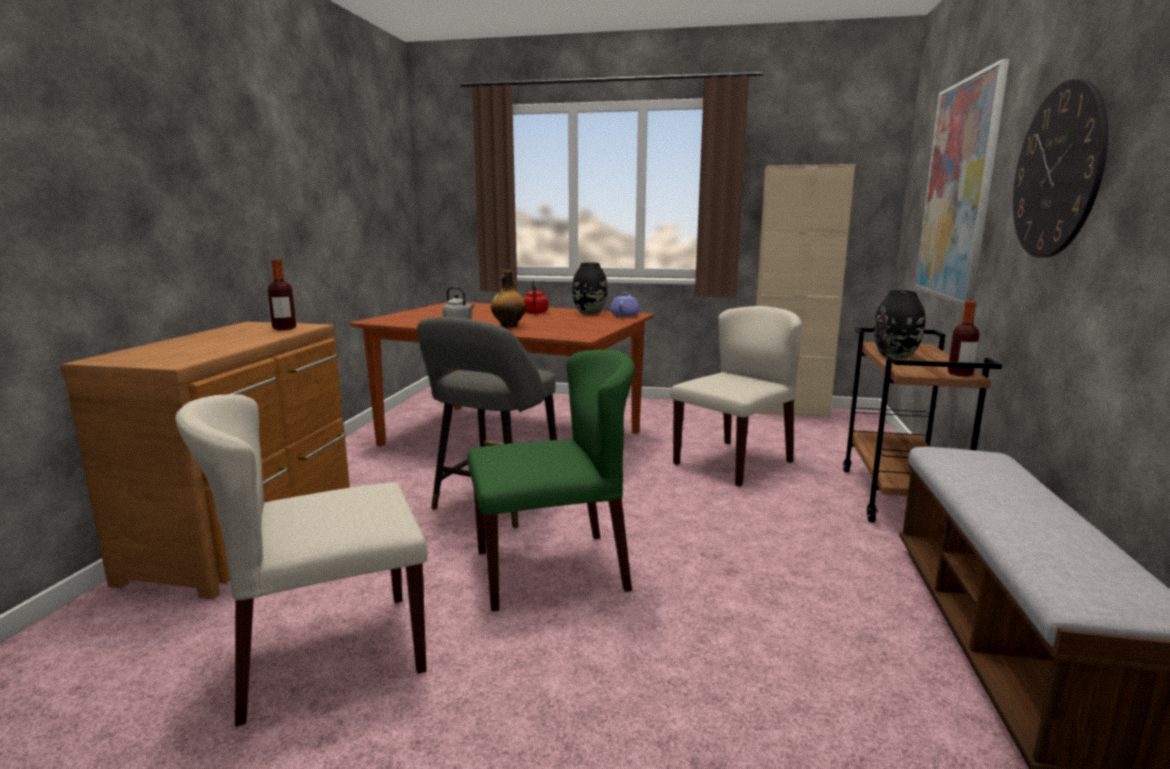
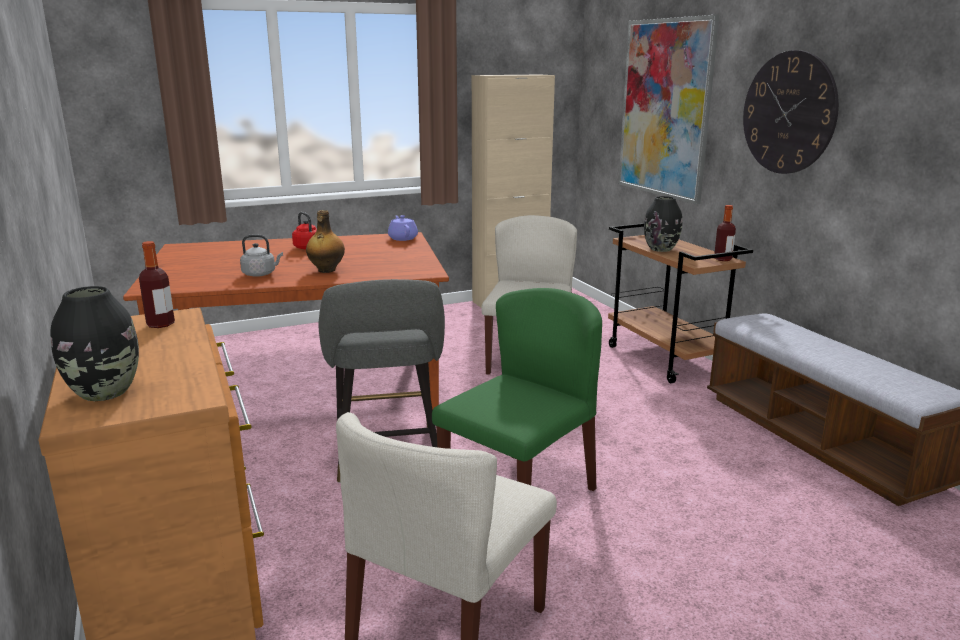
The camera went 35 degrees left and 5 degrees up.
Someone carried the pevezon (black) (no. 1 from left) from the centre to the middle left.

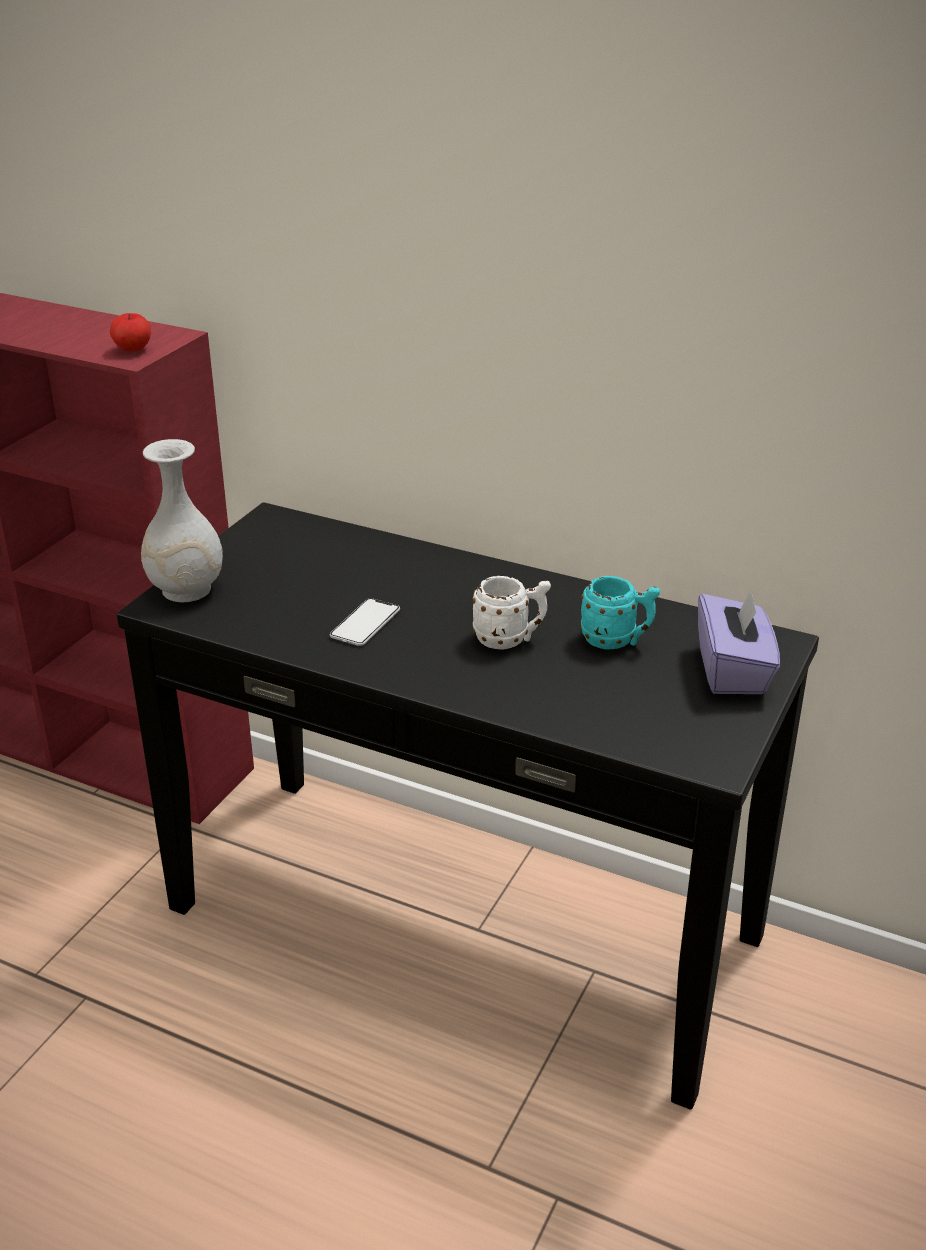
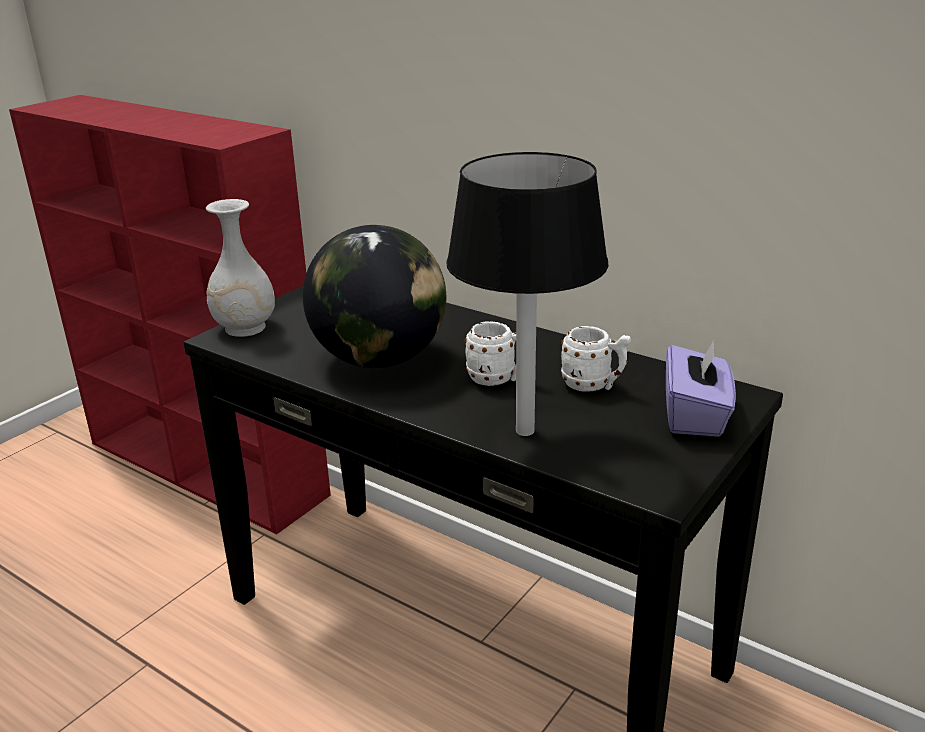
The camera went 10 degrees right and 5 degrees down.
Someone took away the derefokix at the top left.
Someone swapped the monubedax at the centre for the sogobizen at the centre.
Someone repainted the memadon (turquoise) at the middle right, which became the memadon (white) (no. 2 from left) at the centre.
Someone put down the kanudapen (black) at the centre.

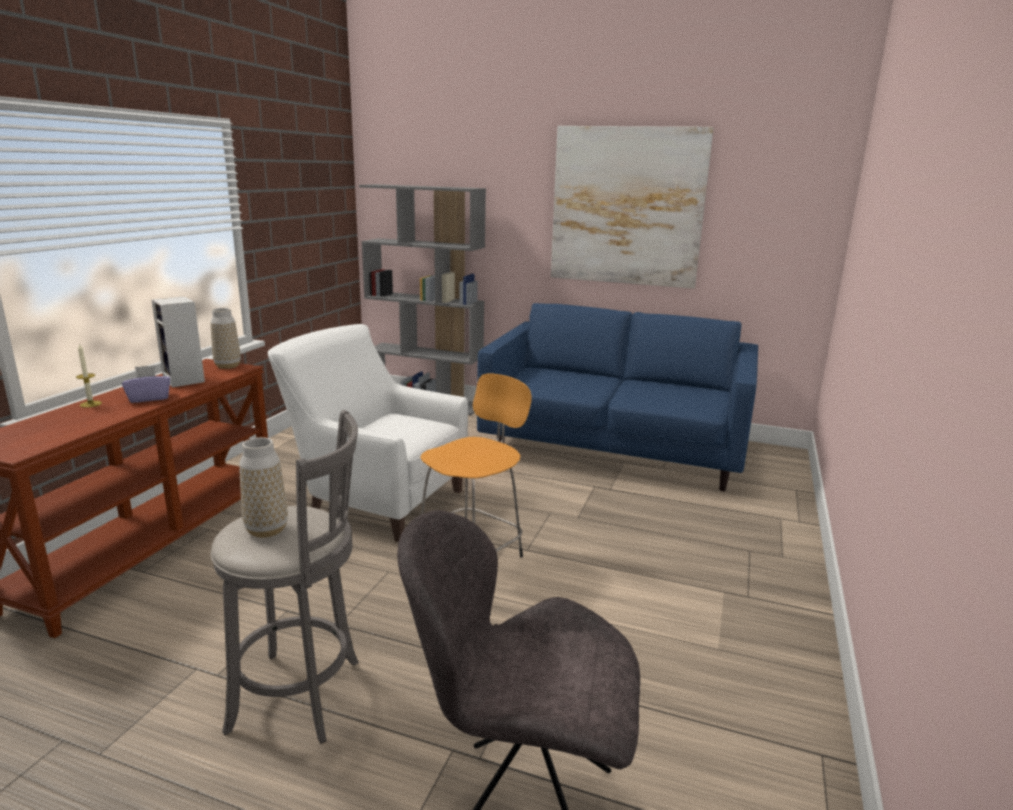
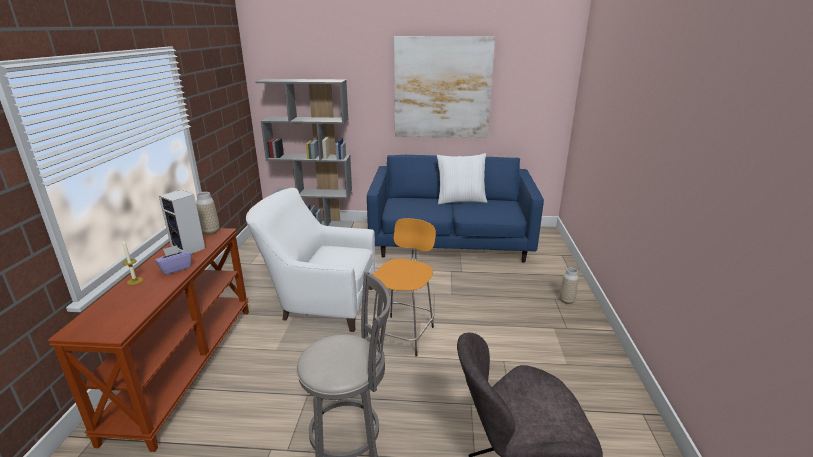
The camera went 15 degrees left and 5 degrees up.
Someone carried the pevezon (no. 2 from left) from the middle left to the middle right.
Someone put down the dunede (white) at the centre.

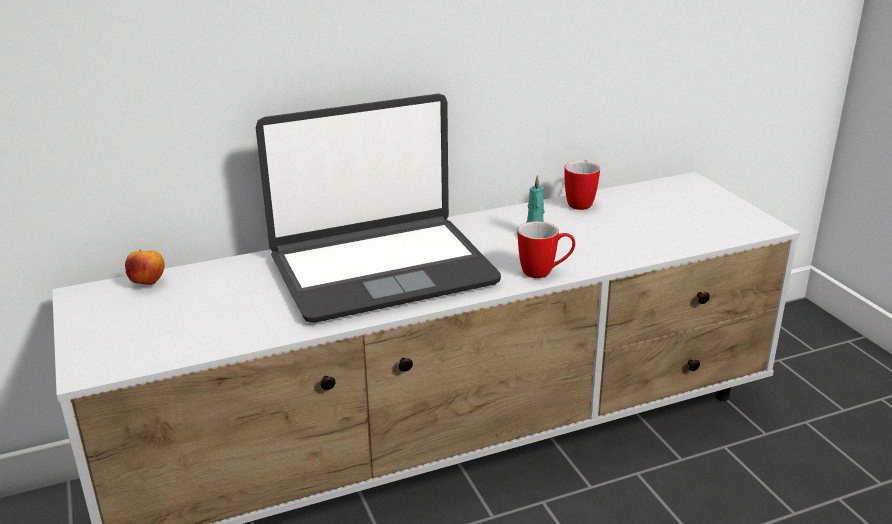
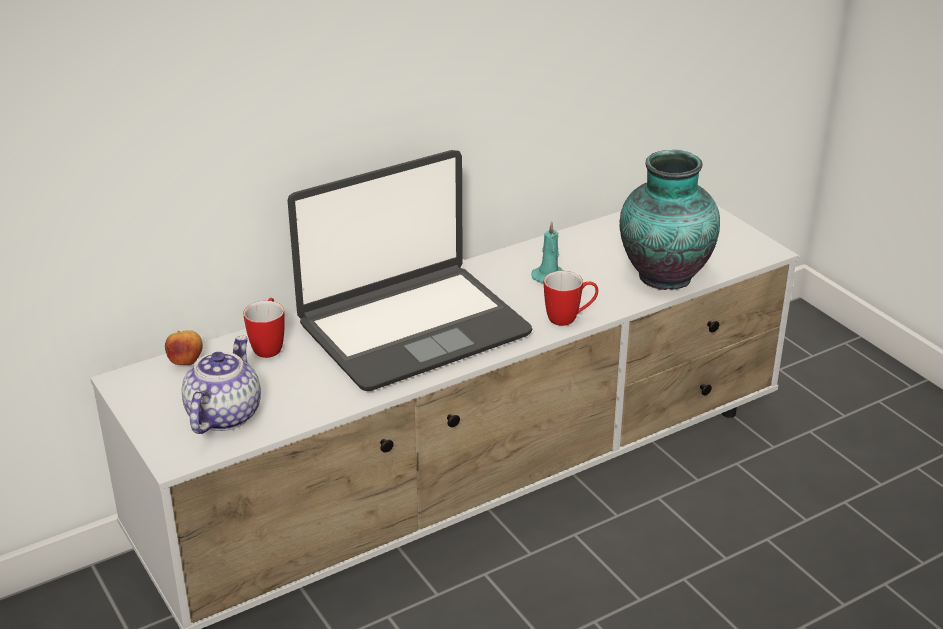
The camera went 10 degrees left and 5 degrees up.
Someone carried the memadon (no. 2 from left in the first image) from the centre to the middle left.
Someone put down the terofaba at the middle left.
Someone put down the pevezon at the middle right.

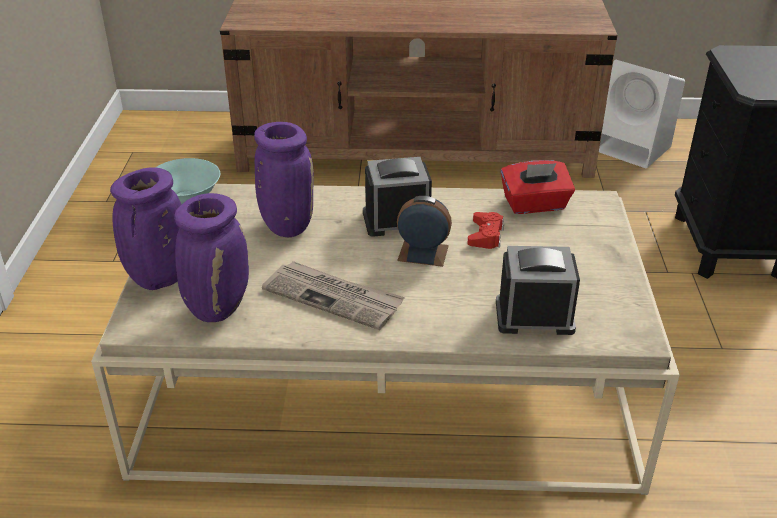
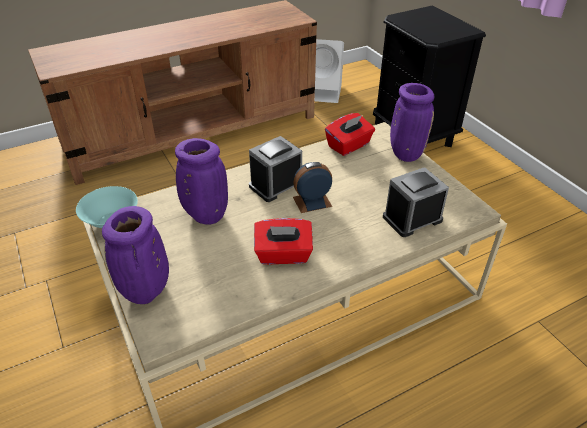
The camera went 30 degrees left and 5 degrees up.
Someone carried the pevezon (purple) (no. 2 from left in the first image) from the middle left to the top right.
Someone swapped the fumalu at the centre for the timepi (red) (no. 1 from left) at the centre.
Someone took away the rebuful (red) at the centre.

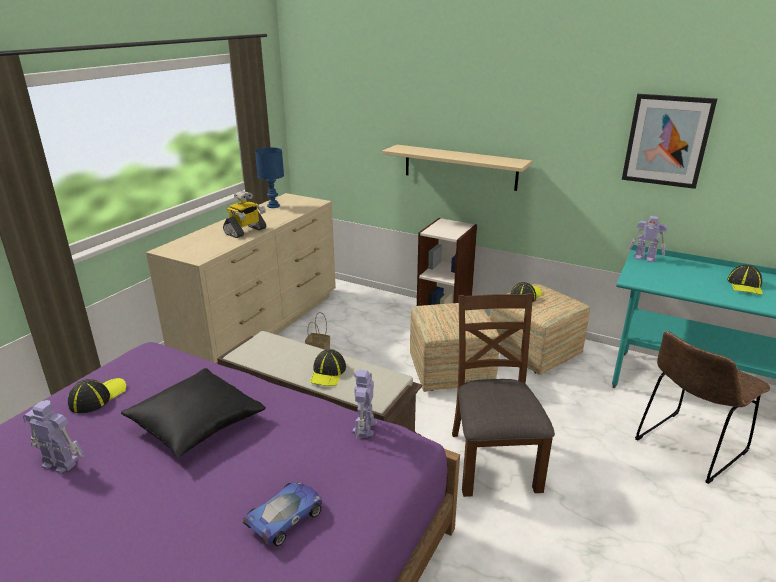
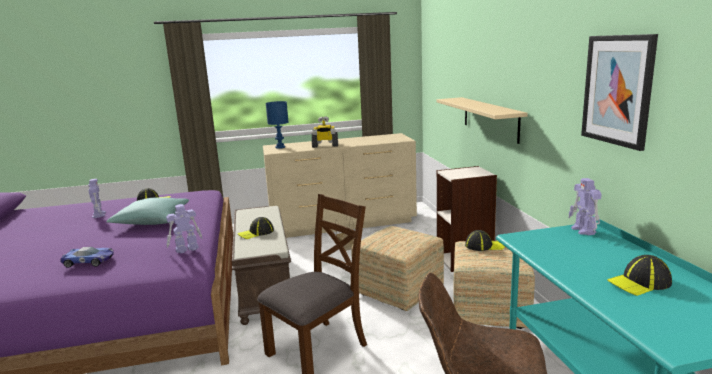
The camera went 50 degrees right and 10 degrees down.
Someone repainted the dunede (black) at the bottom left, which became the dunede (turquoise) at the middle left.
Someone carried the kanudapen (blue) from the top centre to the centre.

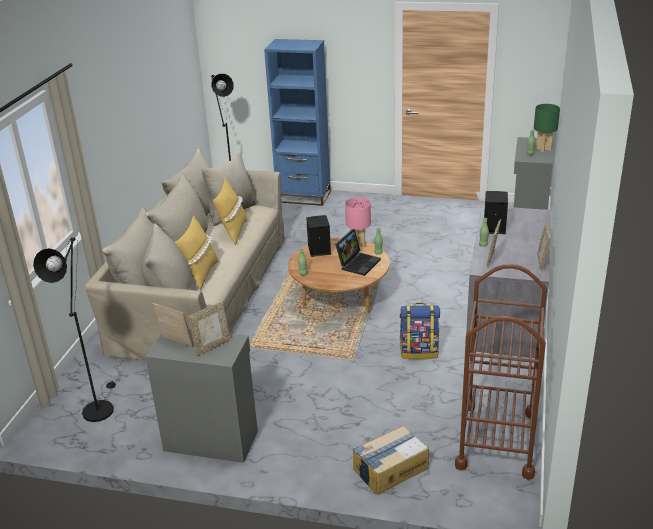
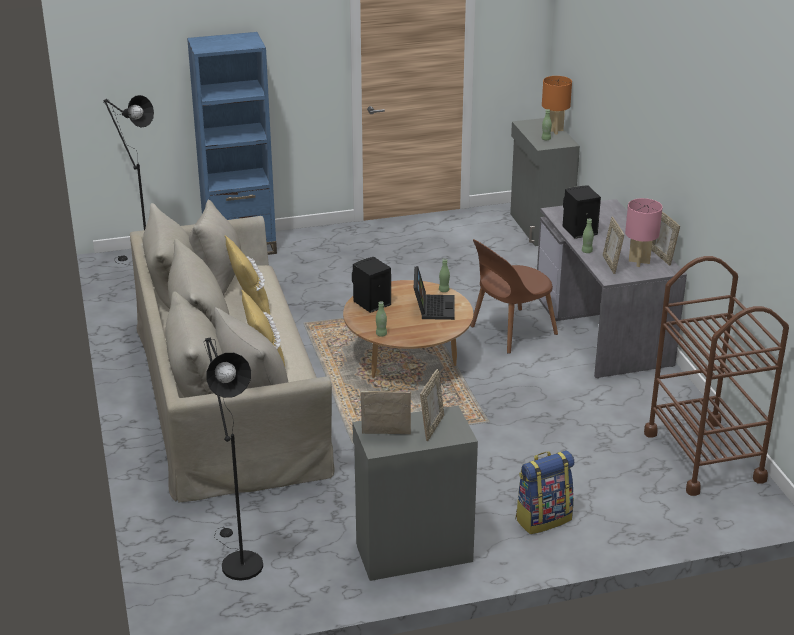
The camera went 30 degrees left and 0 degrees up.
Someone carried the kanudapen (pink) from the centre to the middle right.
Someone took away the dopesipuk at the bottom centre.
Someone carried the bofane from the centre to the bottom right.
Someone repainted the kanudapen (green) at the top right, which became the kanudapen (orange) at the top right.
Someone put down the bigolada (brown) at the centre.

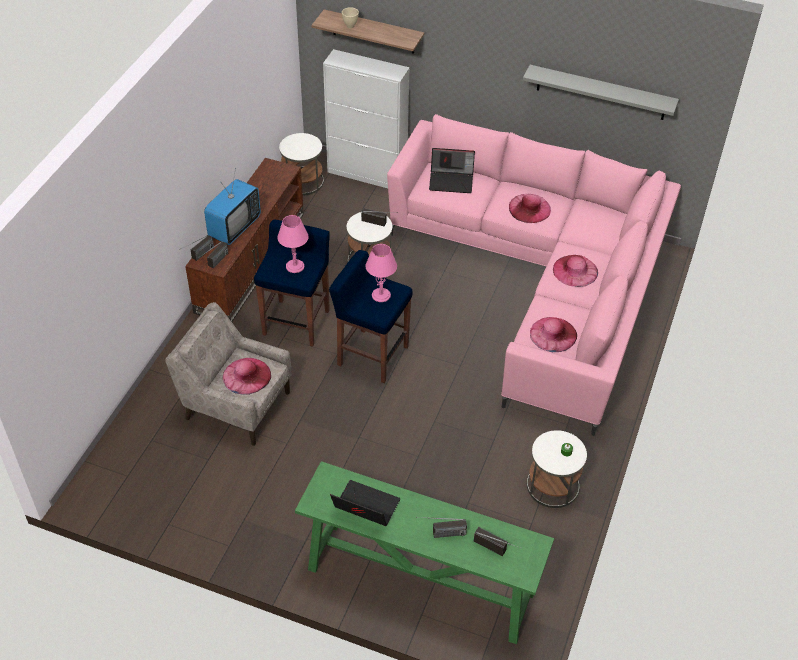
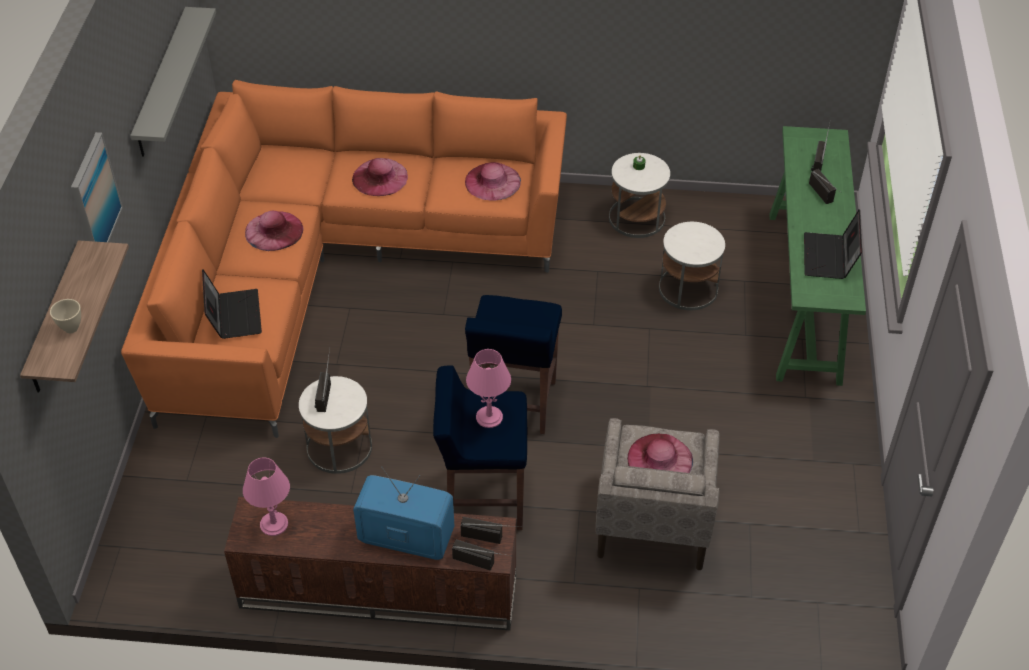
The camera went 105 degrees left and 0 degrees up.
Someone carried the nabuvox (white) (no. 1 from left in the first image) from the top centre to the middle right.
Someone took away the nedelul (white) at the top centre.
Someone carried the kanudapen (pink) (no. 2 from left in the first image) from the centre to the bottom left.
Someone repainted the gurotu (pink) at the middle right, which became the gurotu (orange) at the centre.
Someone put up the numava at the top left.

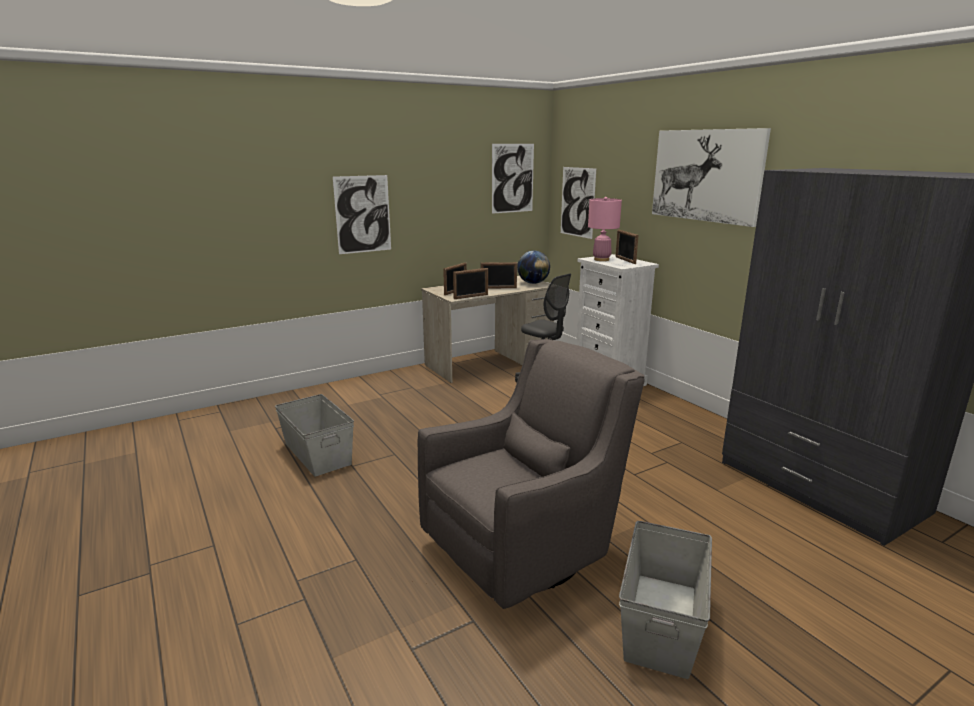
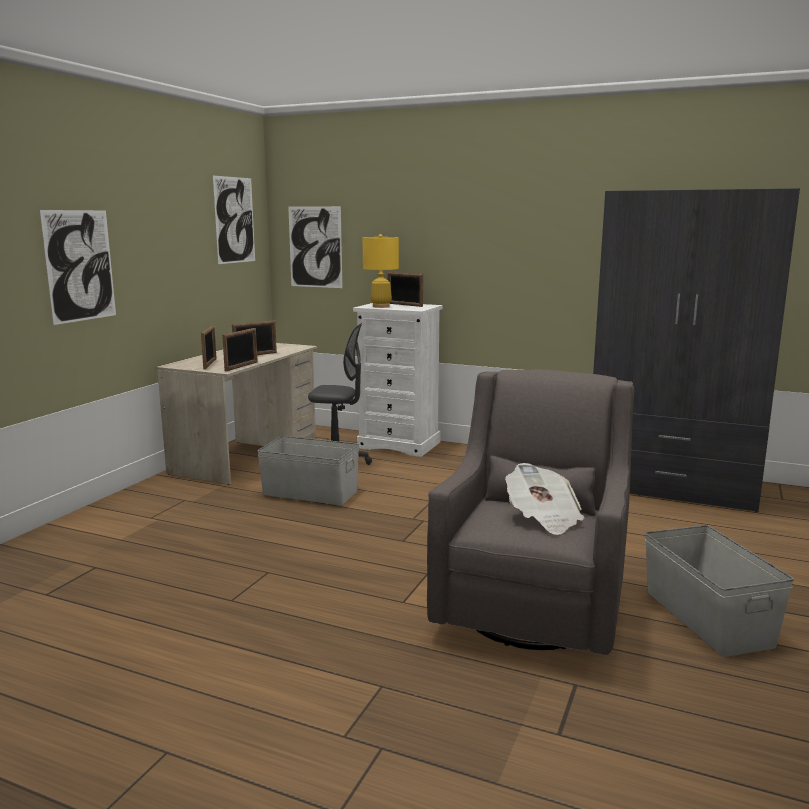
The camera went 35 degrees left and 5 degrees down.
Someone carried the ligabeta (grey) (no. 1 from left) from the middle left to the centre.
Someone took away the sogobizen at the centre.
Someone repainted the kanudapen (pink) at the top centre, which became the kanudapen (yellow) at the centre.
Someone took away the numava (no. 4 from left) at the top right.
Someone put down the fumalu at the middle right.

